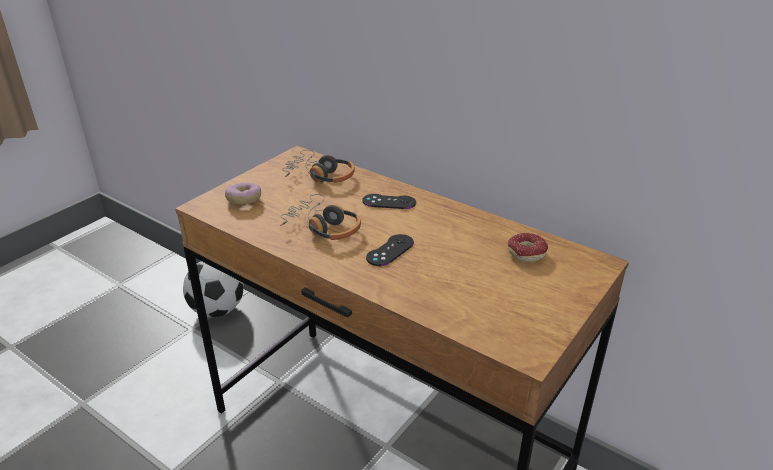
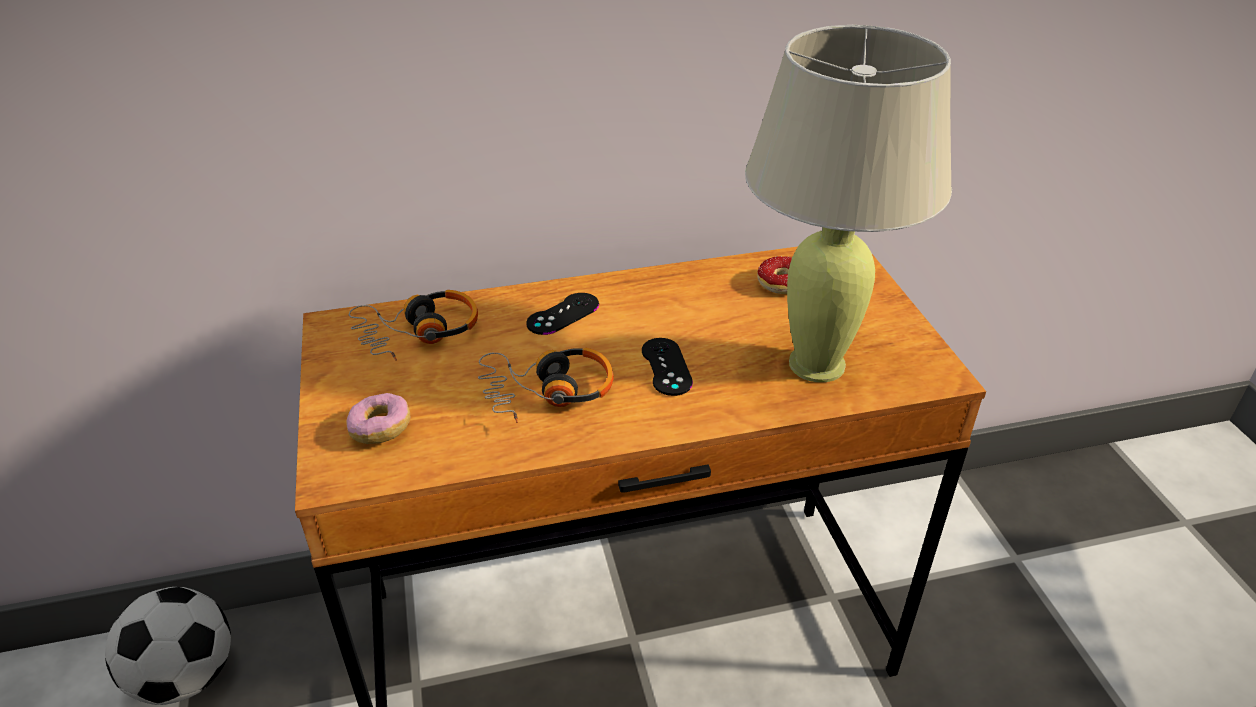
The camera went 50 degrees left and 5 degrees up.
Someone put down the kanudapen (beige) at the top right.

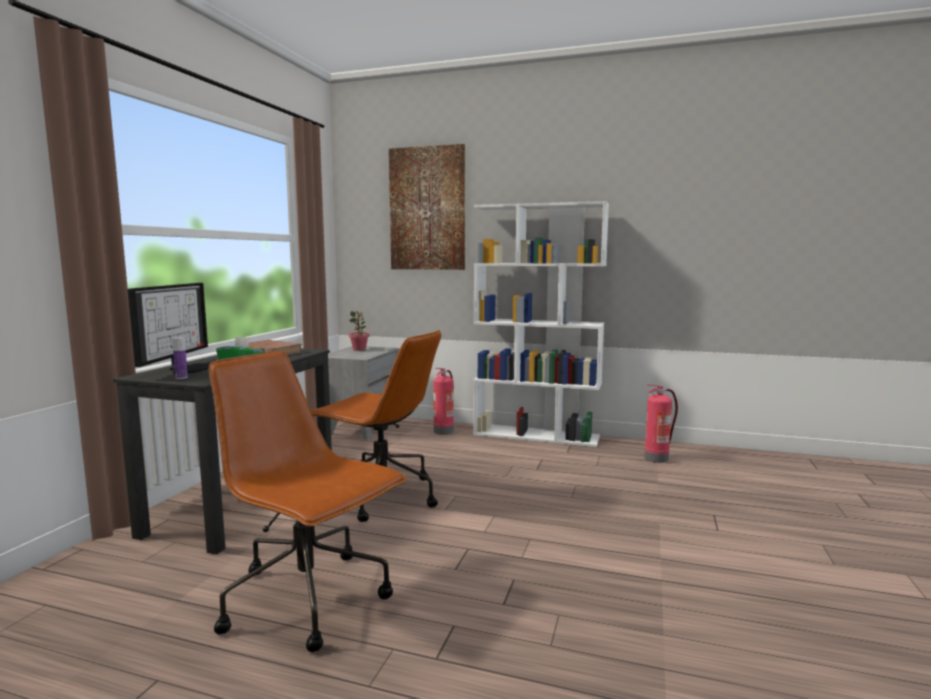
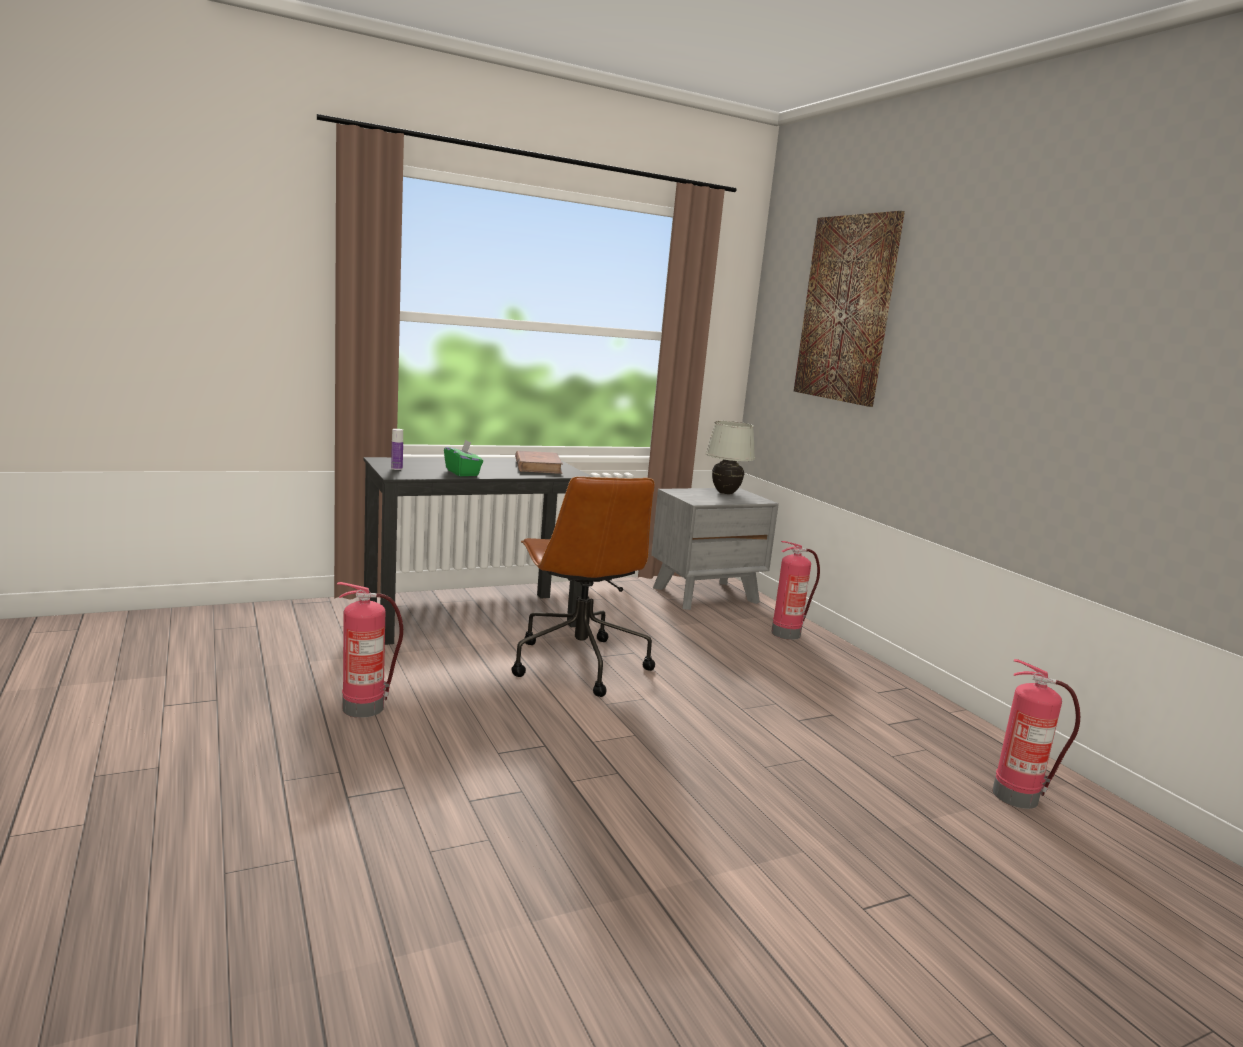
The camera went 45 degrees right and 5 degrees up.
Someone took away the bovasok at the middle left.
Someone swapped the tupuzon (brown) (no. 1 from left) at the bottom left for the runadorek (no. 1 from left) at the middle left.
Someone swapped the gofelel at the centre for the kanudapen (white) at the centre.
Someone took away the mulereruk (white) at the centre.

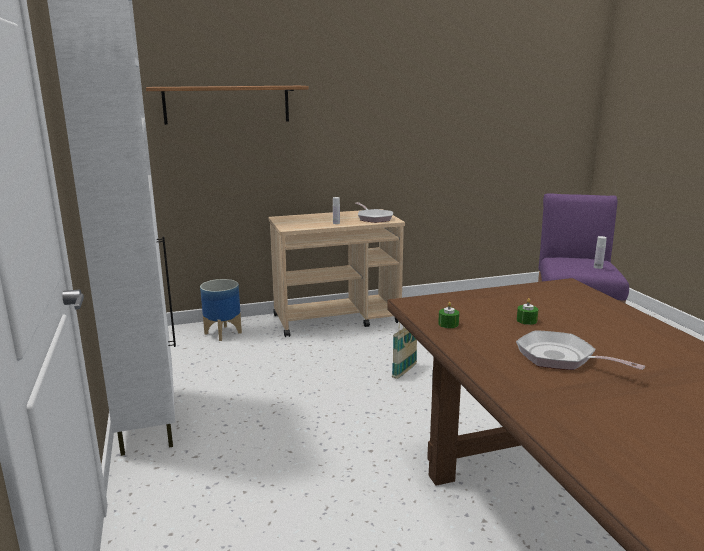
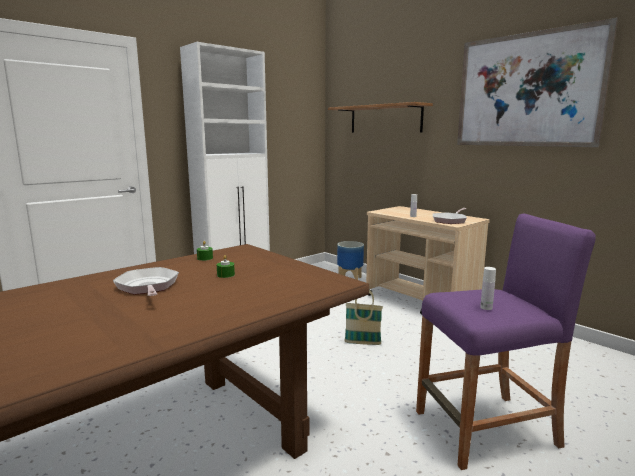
The camera went 65 degrees right and 5 degrees down.
Someone rotated the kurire (no. 2 from left in the first image) at the middle right by 45 degrees counterclockwise.
Someone put up the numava at the top right.

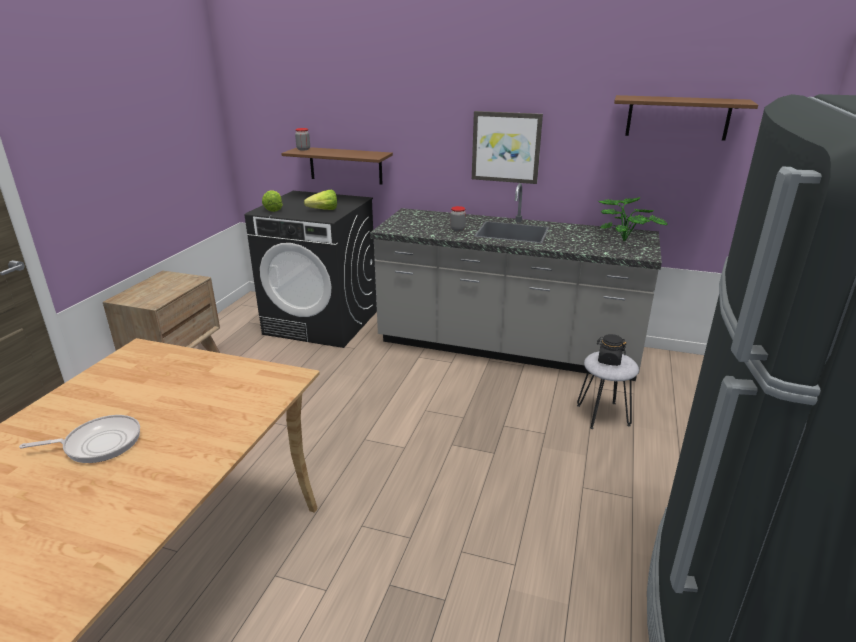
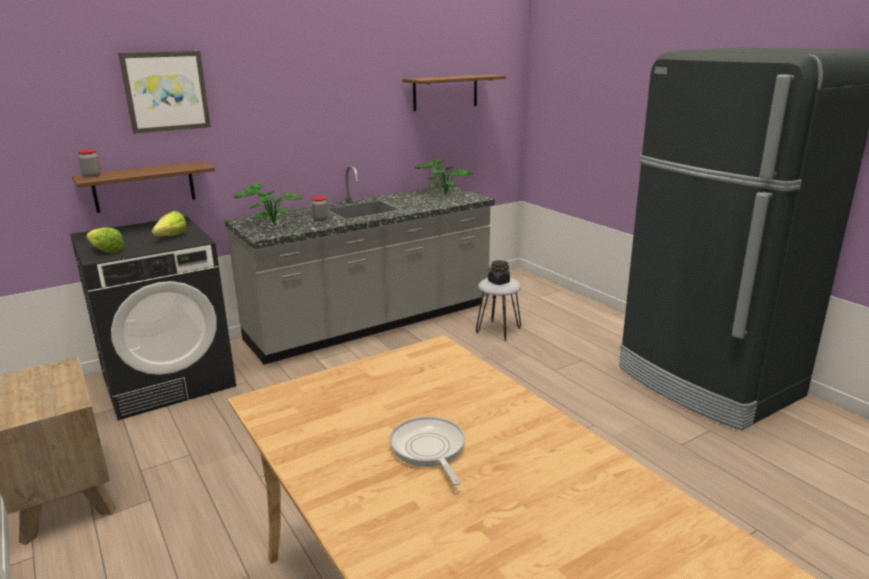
The camera went 50 degrees left and 5 degrees down.
Someone rotated the kurire at the bottom left by 45 degrees counterclockwise.
Someone carried the numava from the top centre to the top left.
Someone put down the gofelel (no. 1 from left) at the middle left.

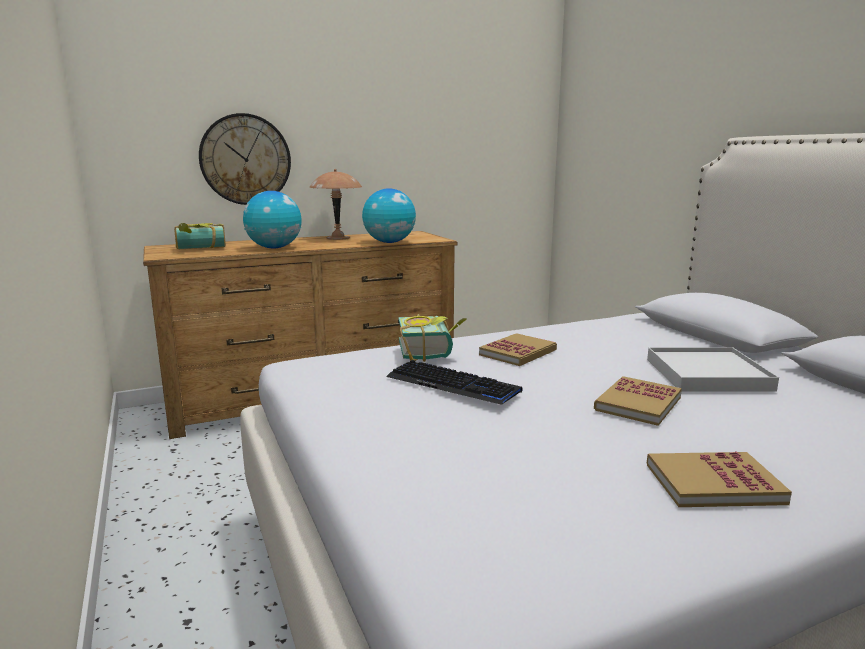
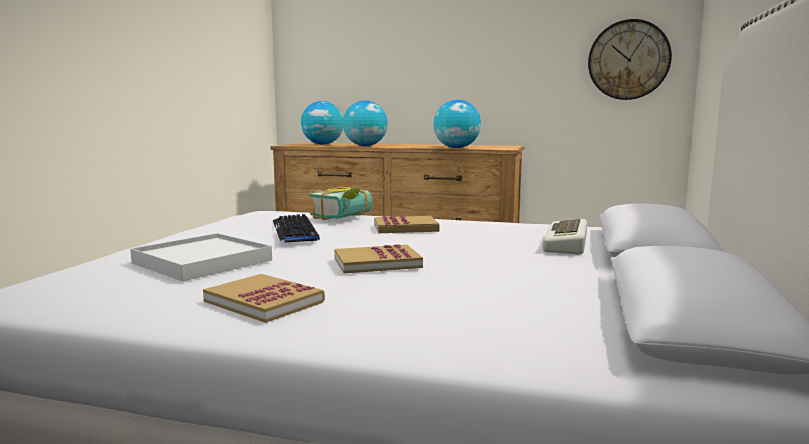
The camera went 40 degrees right and 5 degrees down.
Someone swapped the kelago (no. 1 from left) at the middle left for the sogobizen (no. 1 from left) at the top centre.
Someone carried the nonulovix from the top left to the top right.
Someone took away the kanudapen (brown) at the top centre.
Someone carried the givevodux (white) from the middle right to the middle left.
Someone put down the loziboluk (no. 2 from left) at the middle right.

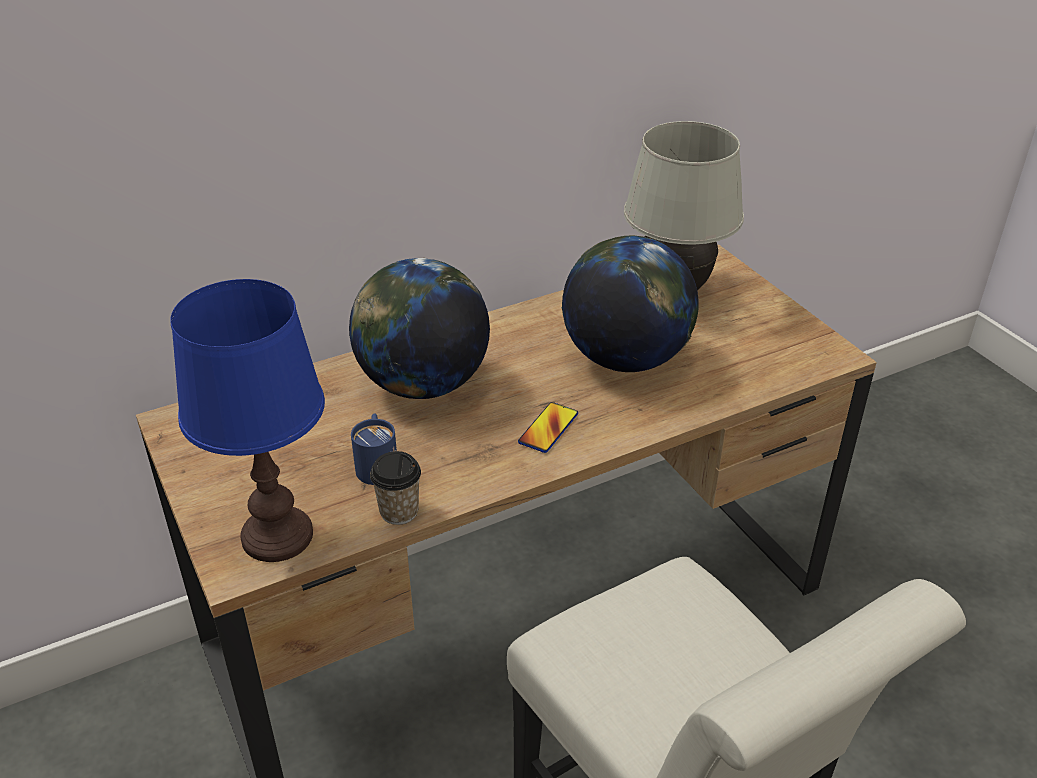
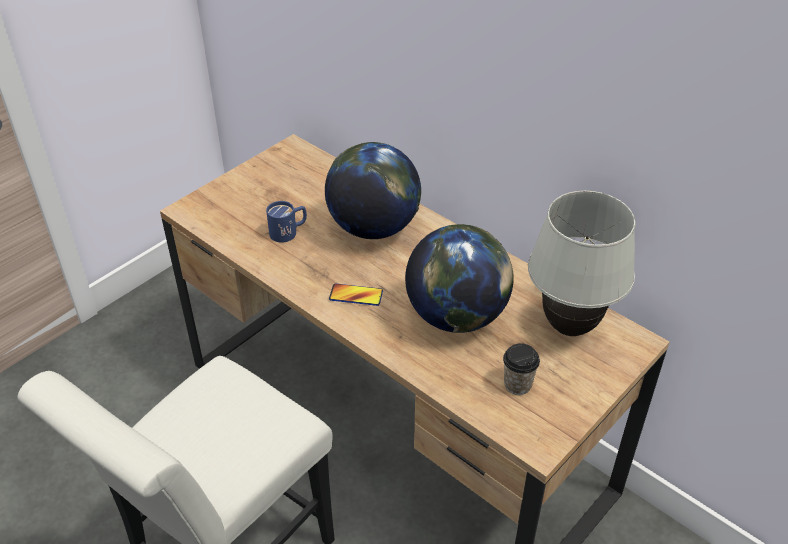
The camera went 70 degrees right and 5 degrees up.
Someone took away the kanudapen (blue) at the middle left.
Someone carried the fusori from the centre to the bottom centre.

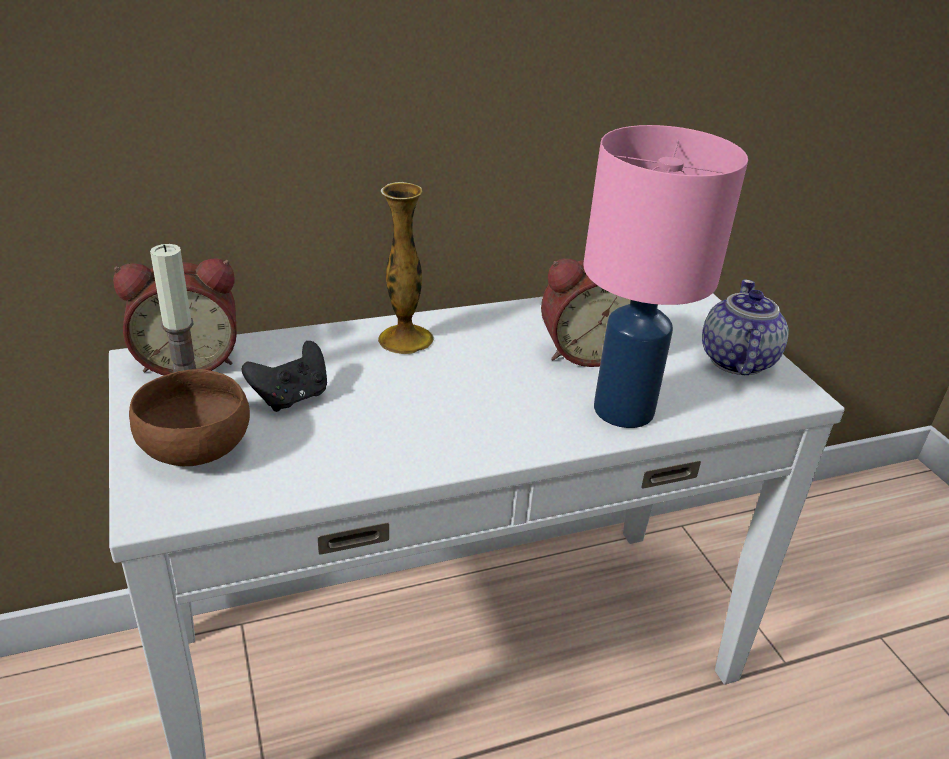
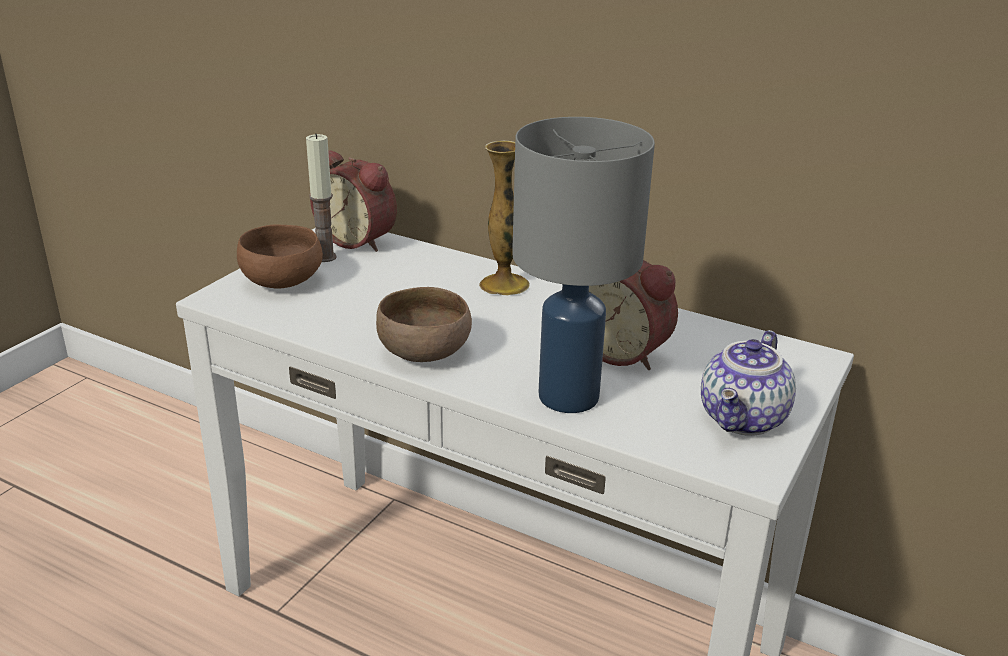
The camera went 50 degrees right and 5 degrees down.
Someone took away the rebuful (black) at the middle left.
Someone repainted the kanudapen (pink) at the middle right, which became the kanudapen (grey) at the centre.
Someone rotated the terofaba at the middle right by 150 degrees clockwise.
Someone put down the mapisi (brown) (no. 2 from left) at the centre.

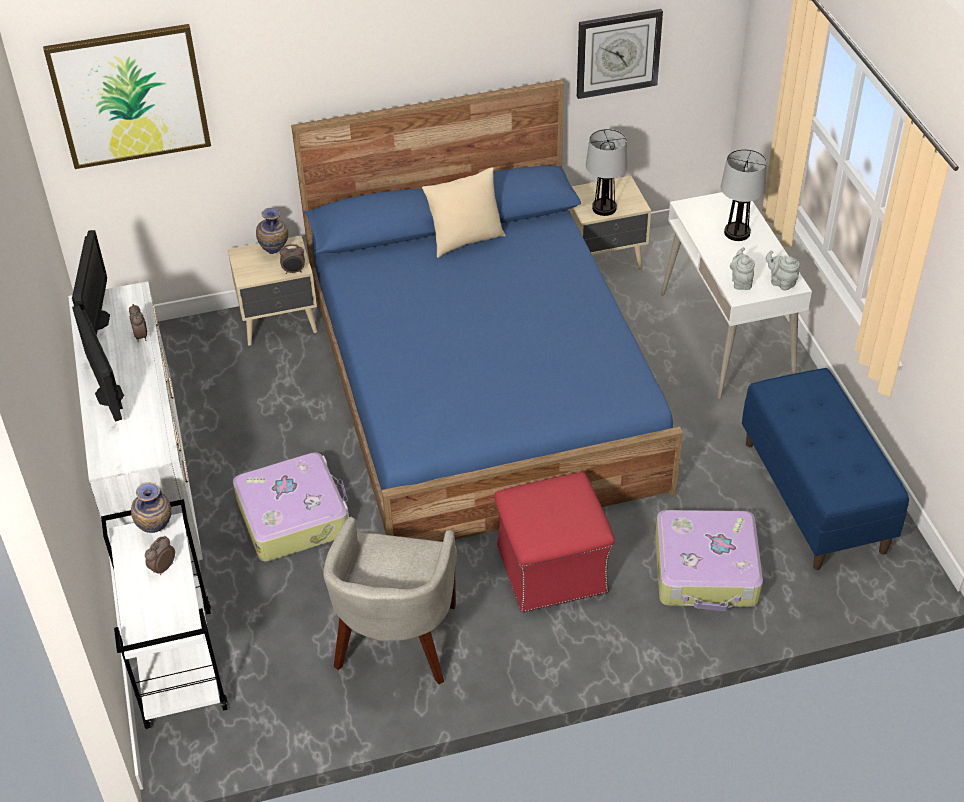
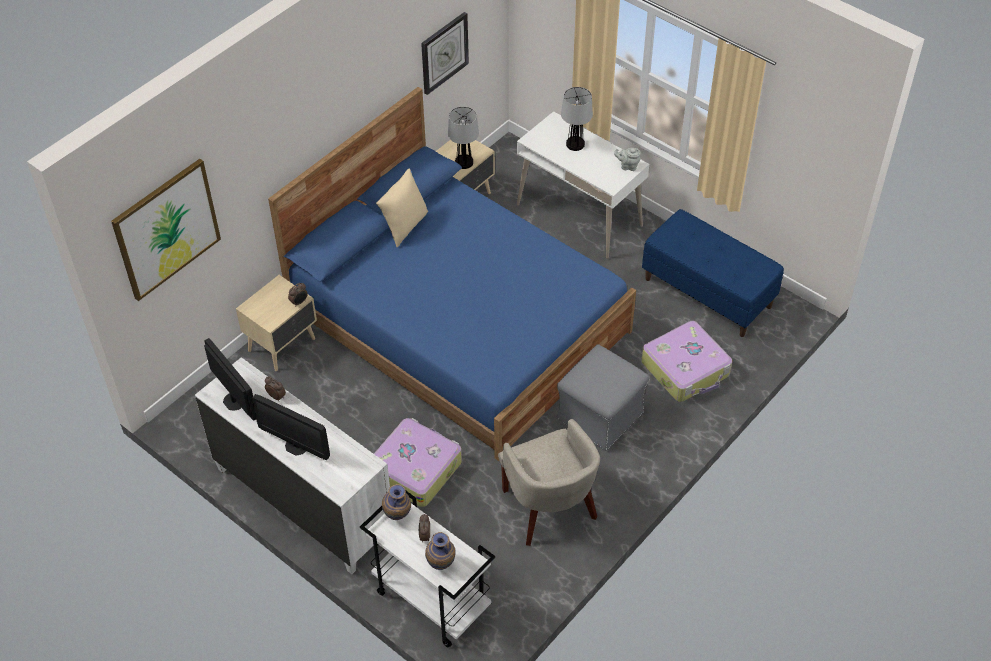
The camera went 35 degrees left and 5 degrees up.
Someone carried the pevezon (no. 2 from left) from the top left to the bottom centre.
Someone repainted the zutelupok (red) at the bottom centre, which became the zutelupok (grey) at the centre.
Someone took away the terofaba (grey) (no. 1 from left) at the middle right.

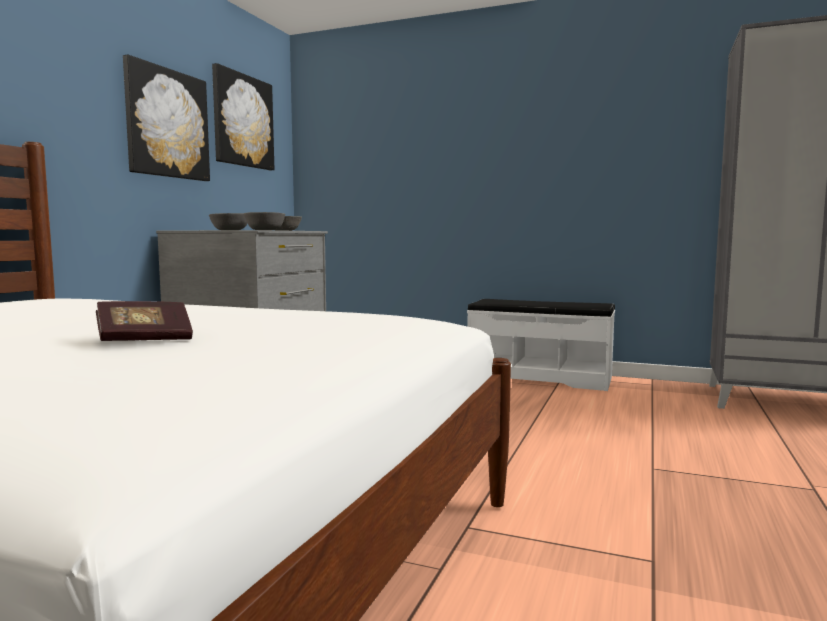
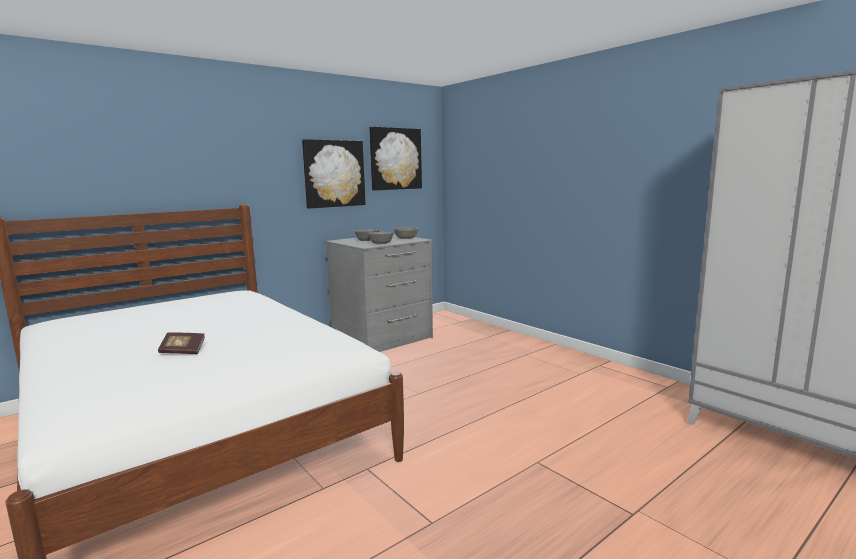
The camera went 30 degrees right and 5 degrees up.
Someone took away the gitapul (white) at the centre.

